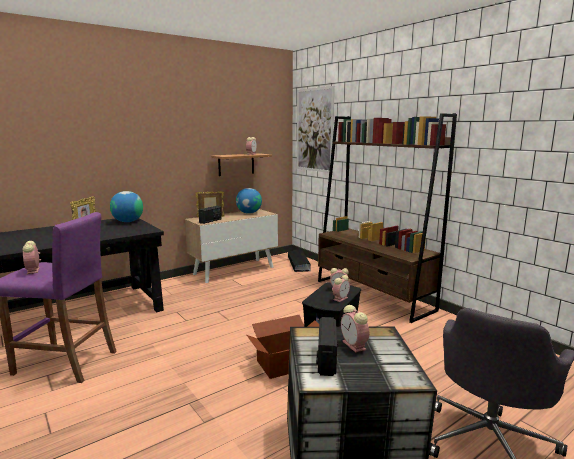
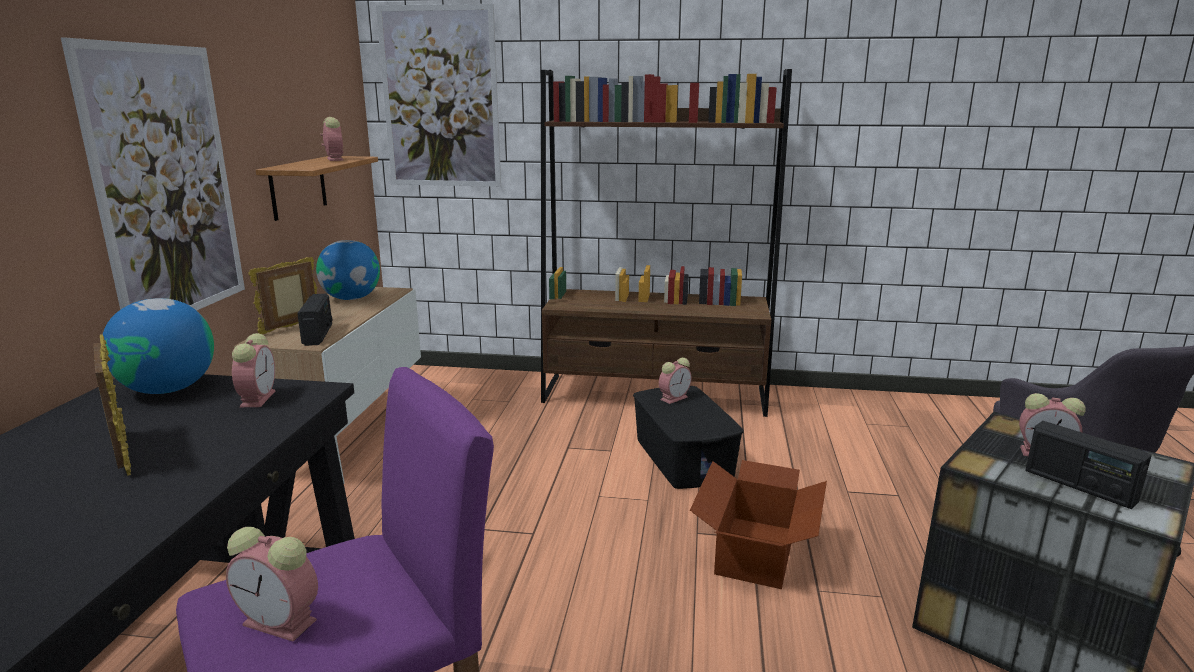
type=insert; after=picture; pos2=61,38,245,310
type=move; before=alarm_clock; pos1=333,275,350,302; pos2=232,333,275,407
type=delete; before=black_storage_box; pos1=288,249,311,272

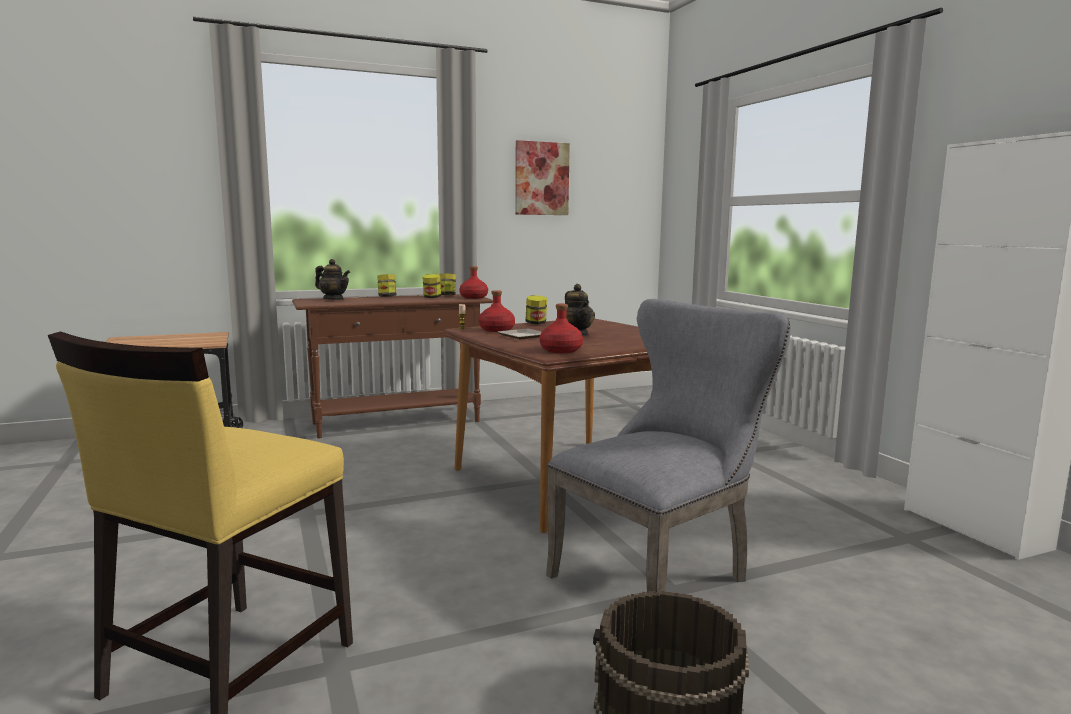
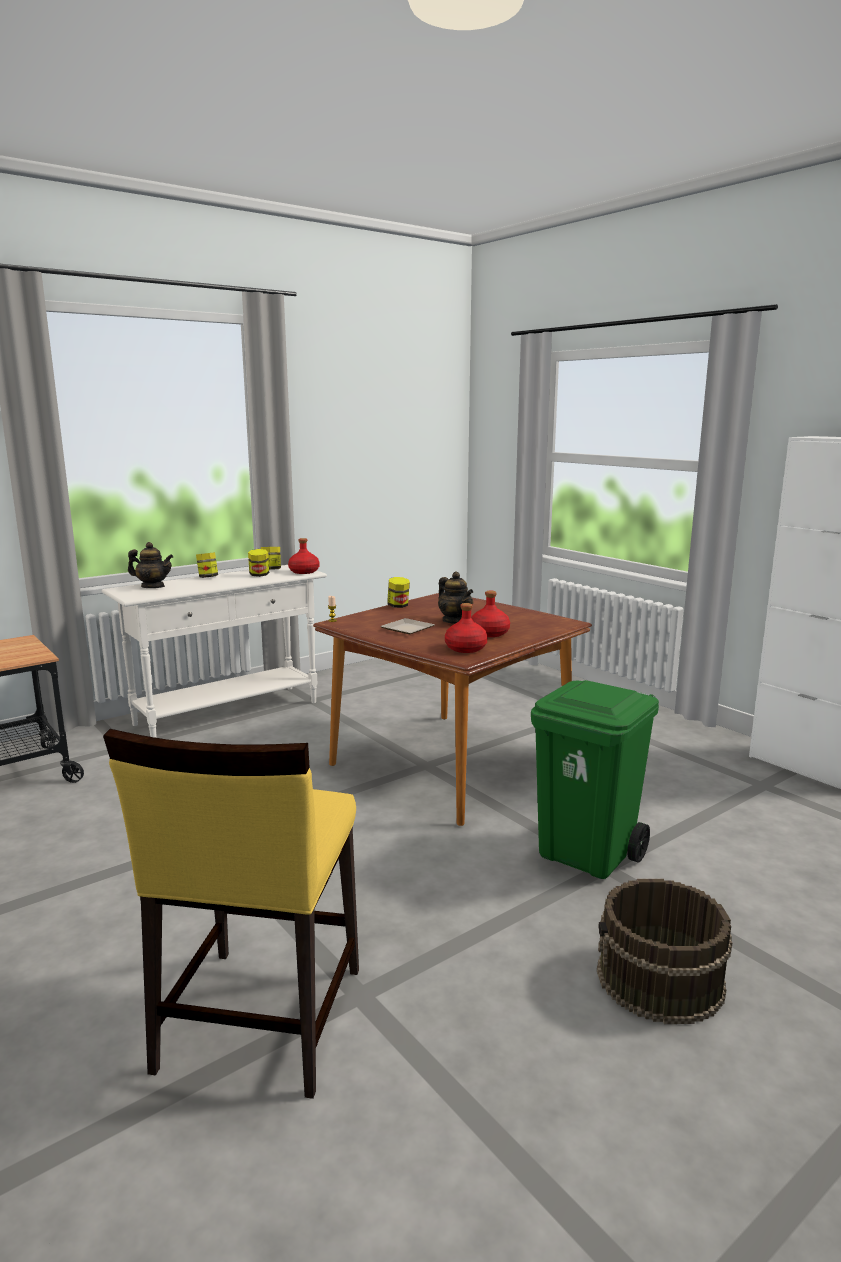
type=recolor; before=brown_console_table; after=white_console_table; pos1=292,294,493,438; pos2=102,565,327,738
type=move; before=red_bottle; pos1=479,290,515,332; pos2=471,591,510,637
type=replace; before=grey_chair; after=green_trash_can; pos1=546,299,791,593; pos2=531,680,659,879
type=delete; before=picture; pos1=515,140,570,215

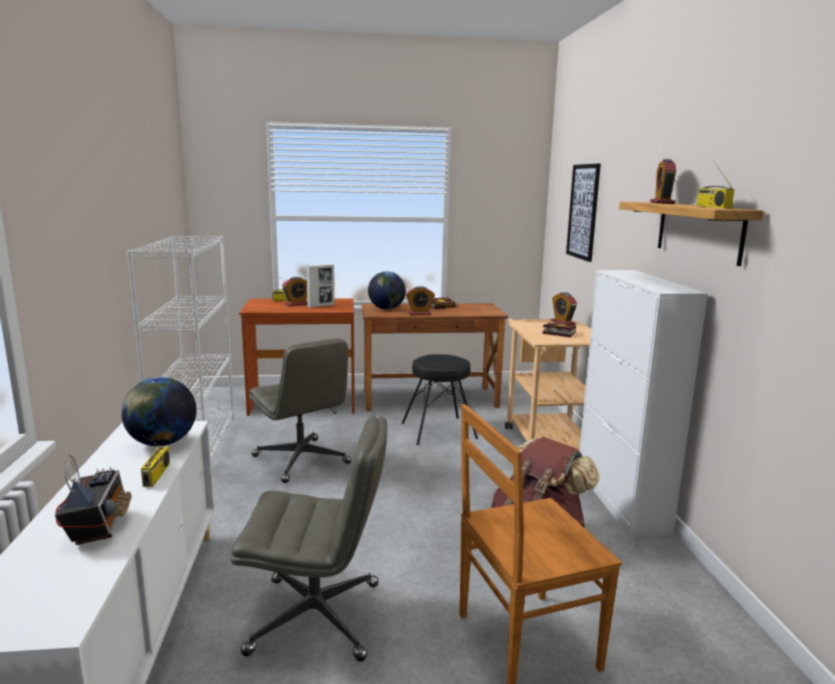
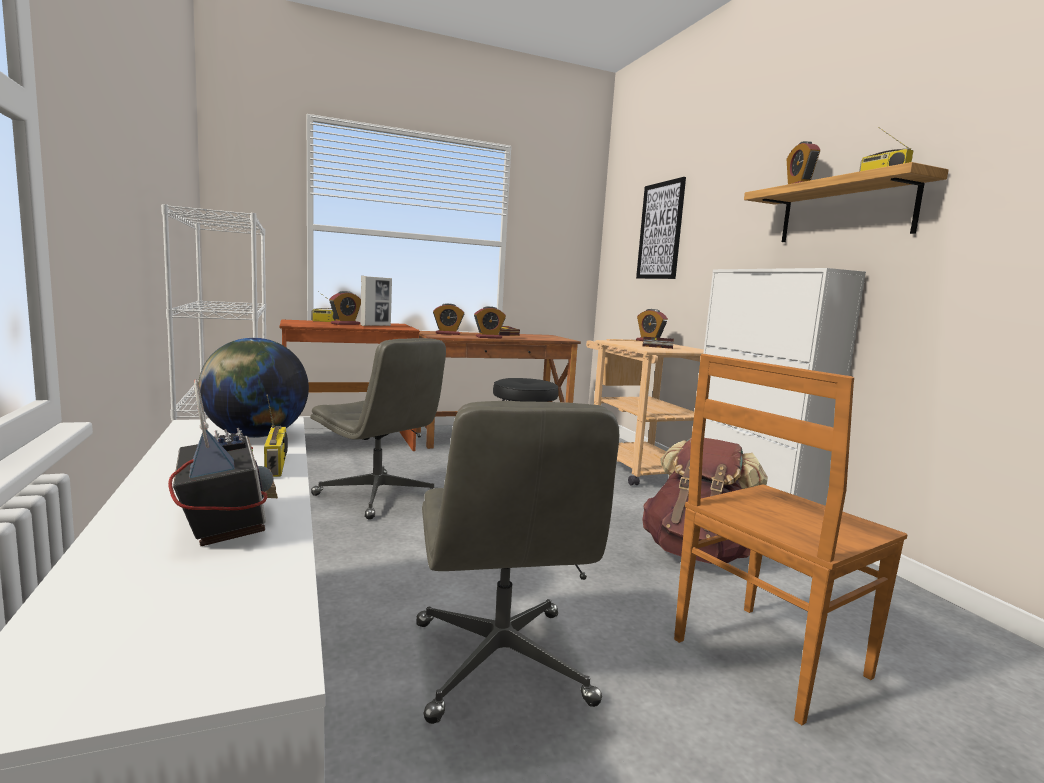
type=rotate; before=grey_office_chair; pos1=231,416,387,662; pos2=416,401,619,724; turn=90
type=replace; before=globe; after=alarm_clock; pos1=368,272,406,309; pos2=433,303,464,335

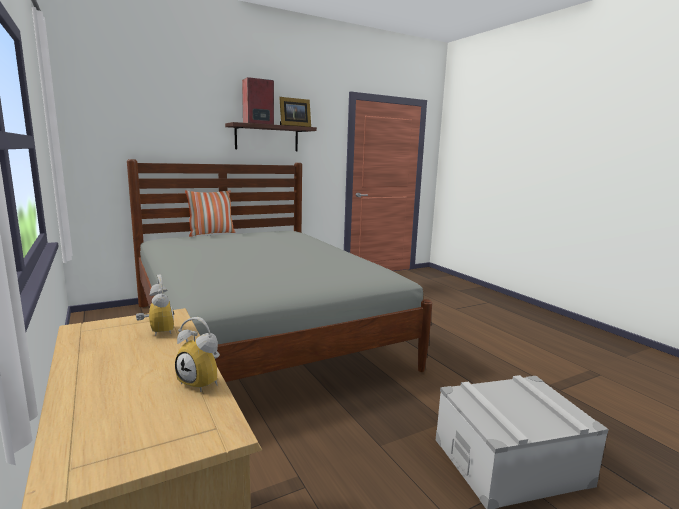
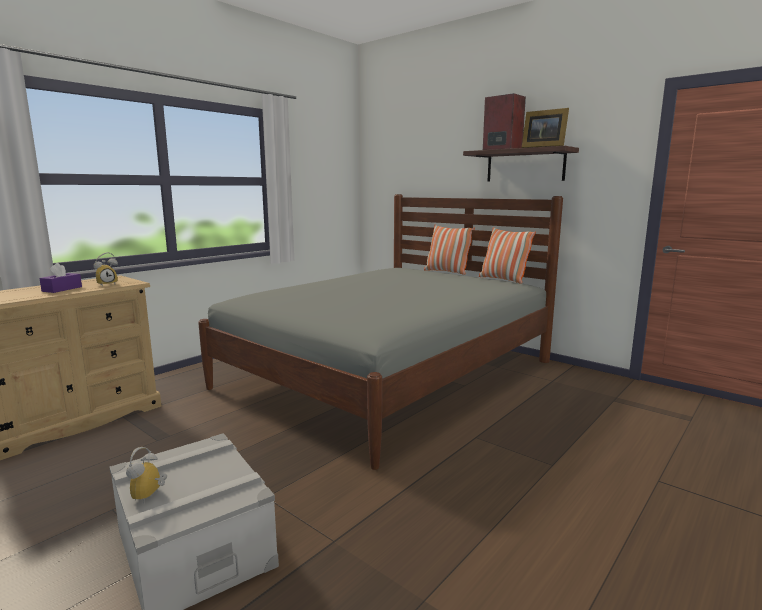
type=insert; after=purple_tissue_box; pos2=39,263,82,293
type=move; before=alarm_clock; pos1=175,317,220,392; pos2=126,447,167,504
type=insert; after=pillow; pos2=479,227,536,284

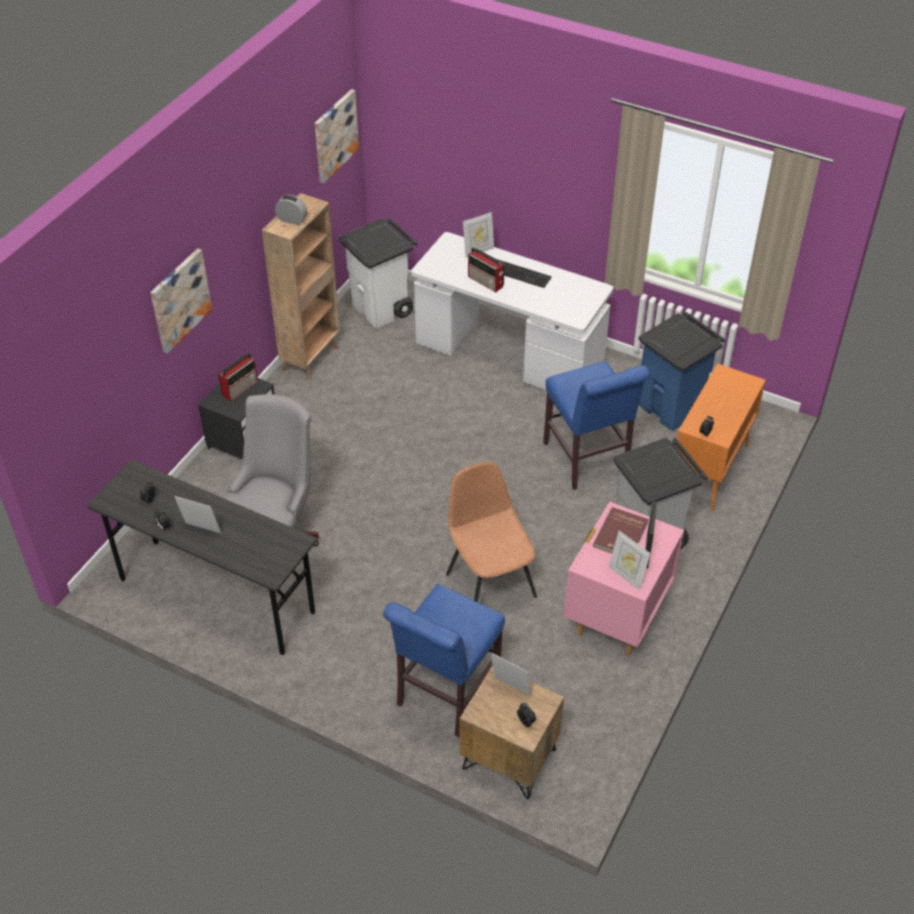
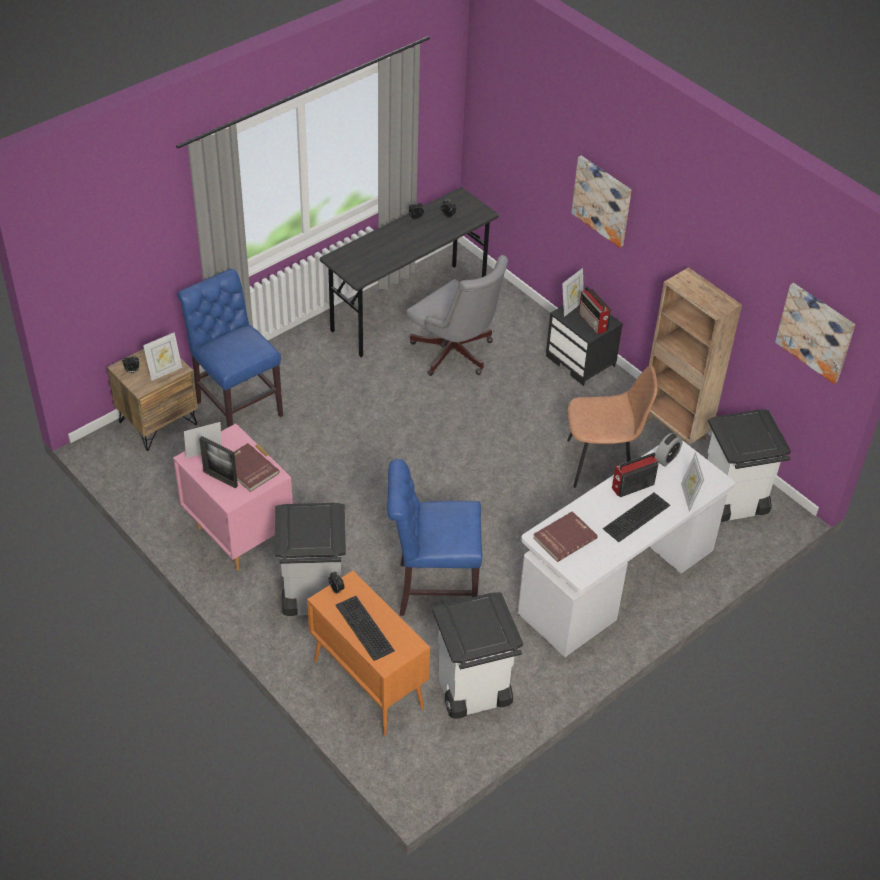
type=insert; after=keyboard; pos2=336,596,395,661
type=recolor; before=blue_trash_can; after=white_trash_can; pos1=638,312,725,431; pos2=432,592,523,719
type=insert; after=red_book; pos2=533,511,598,562
type=move; before=picture_frame; pos1=174,496,221,533; pos2=562,268,584,317
type=move; before=brown_chair; pos1=446,461,537,602; pos2=567,365,658,488
type=move; before=alarm_clock; pos1=275,195,307,225; pos2=655,433,683,467

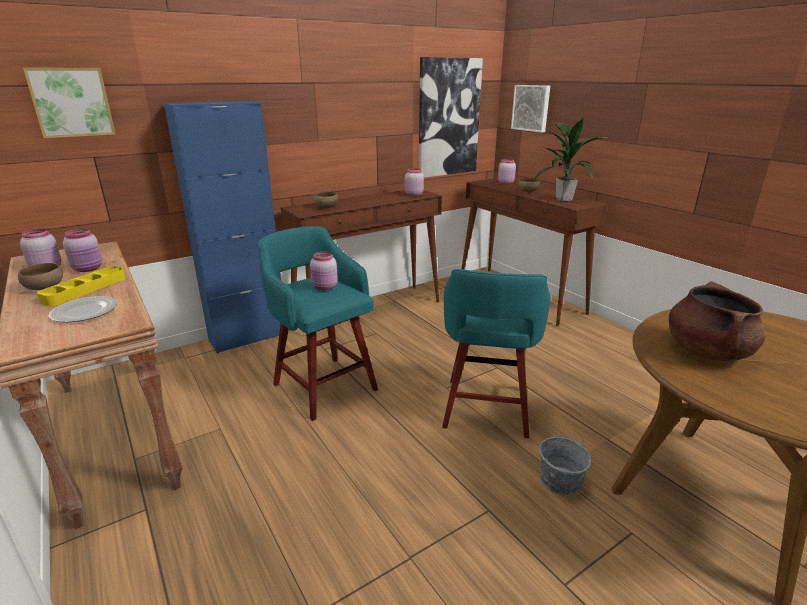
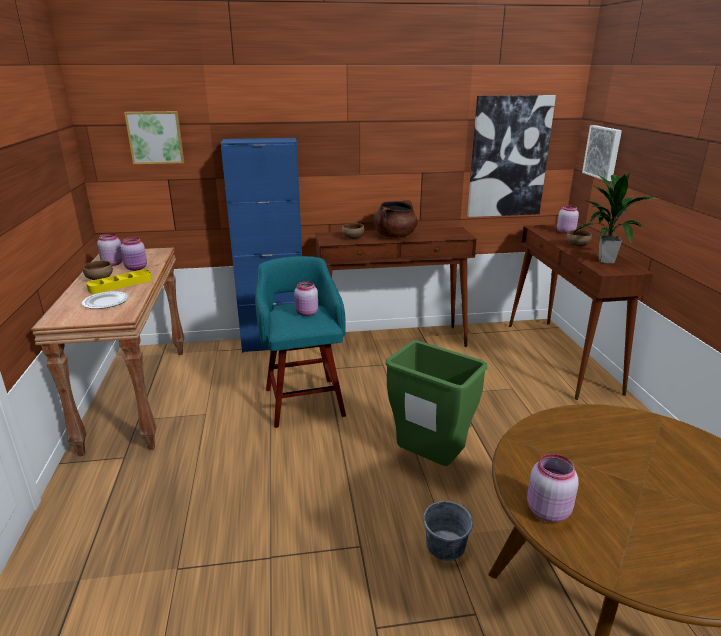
type=move; before=brown_cooking_pot; pos1=669,281,765,361; pos2=374,200,418,238
type=replace; before=turquoise_stool; after=green_trash_can; pos1=442,269,551,438; pos2=385,340,487,466
type=move; before=pink_jar; pos1=405,168,424,196; pos2=527,454,579,523

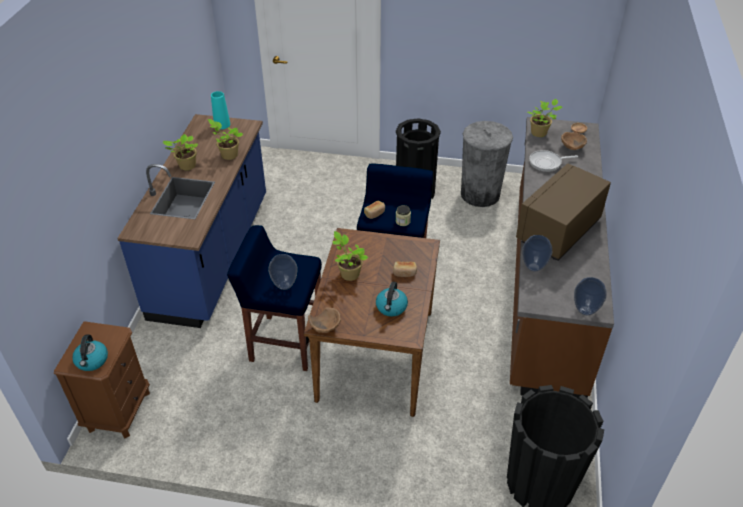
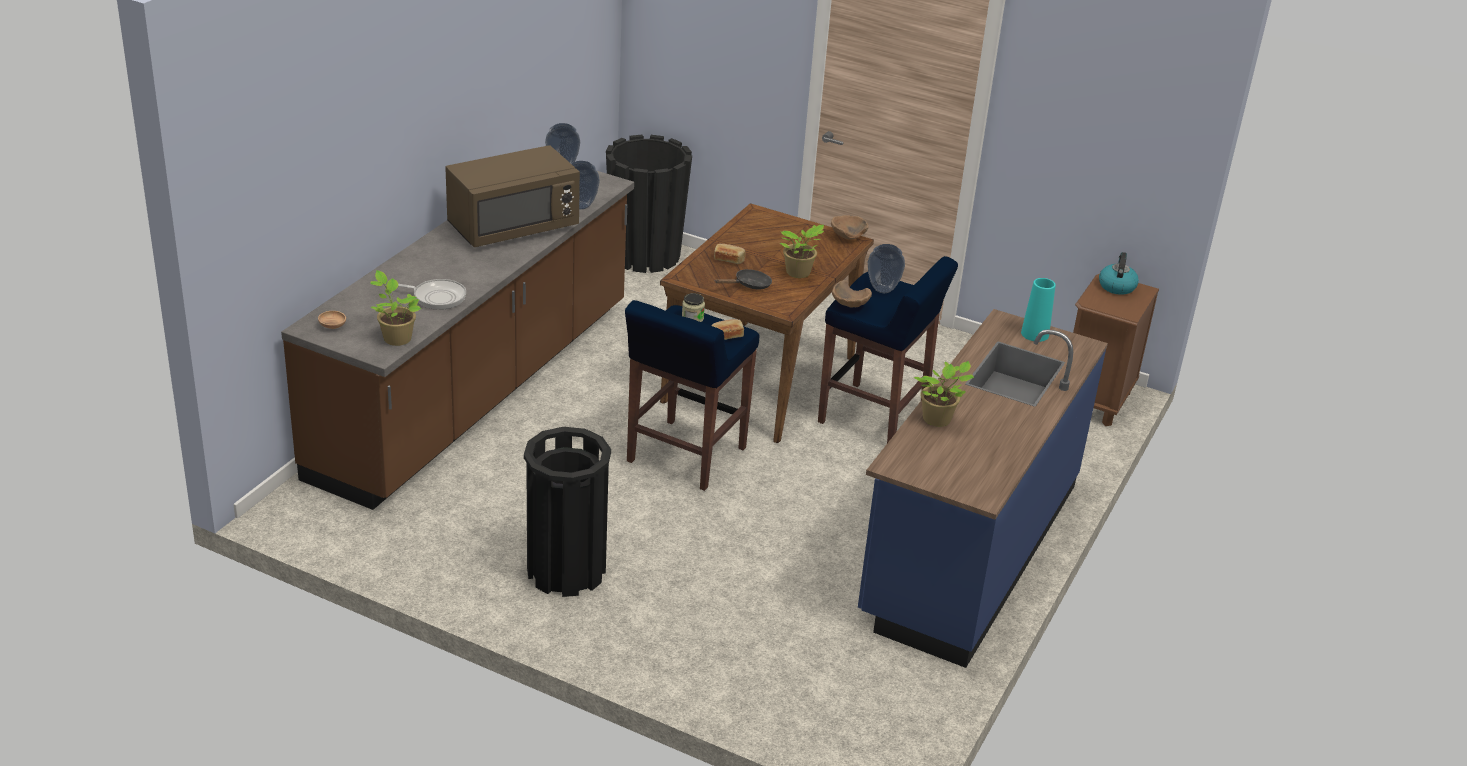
type=insert; after=black_frying_pan; pos2=714,269,772,290
type=move; before=brown_bowl; pos1=561,132,587,150; pos2=832,280,872,307
type=move; before=turquoise_vase; pos1=211,91,230,129; pos2=1021,278,1056,342
type=delete; before=potted_plant; pos1=163,134,198,170
type=delete; before=kettle; pos1=376,282,408,316
type=delete; before=grey_trash_can; pos1=461,121,513,207

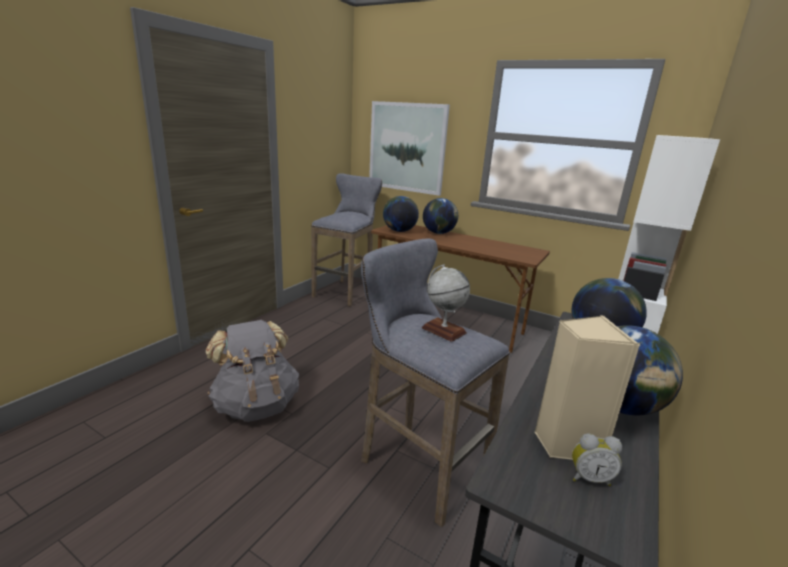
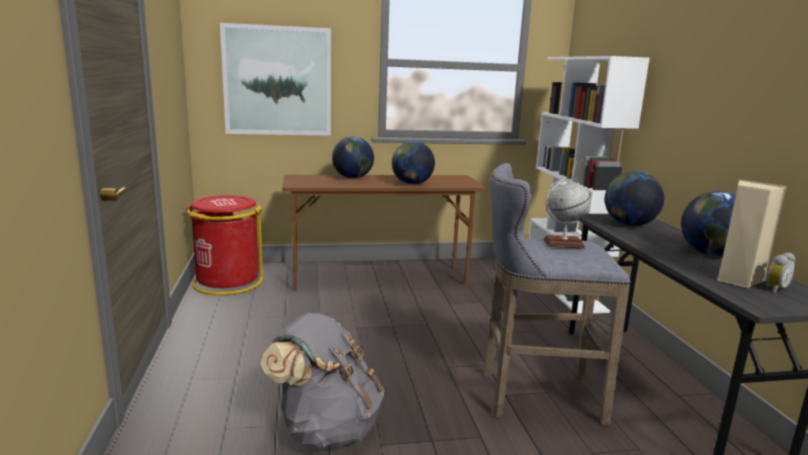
type=replace; before=grey_stool; after=red_trash_can; pos1=311,173,382,307; pos2=185,195,263,295
type=move; before=globe; pos1=383,196,419,232; pos2=392,141,435,185

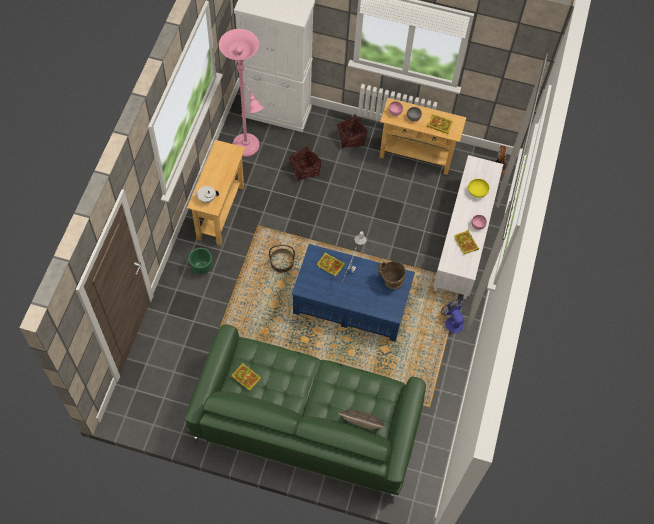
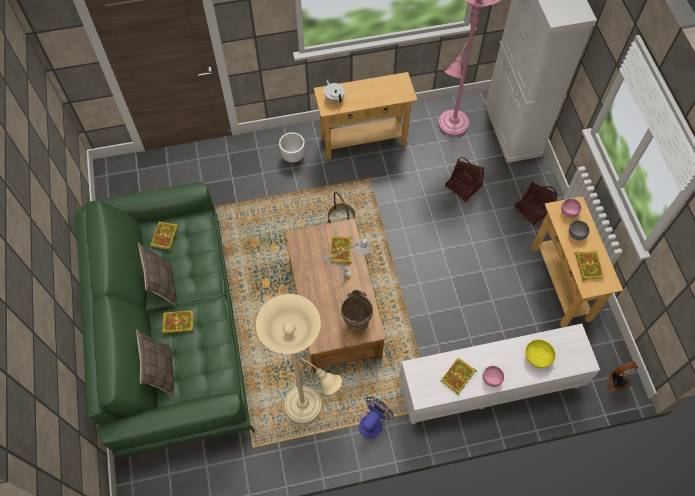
type=insert; after=pillow; pos2=138,242,177,306
type=insert; after=book; pos2=162,310,194,334
type=insert; after=beige_floor_lamp; pos2=256,294,342,424
type=recolor; before=green_planter; after=white_planter; pos1=189,248,212,274; pos2=279,132,305,163
type=recolor; before=blue_coffee_table; after=brown_coffee_table; pos1=292,244,415,342; pos2=285,218,386,373

